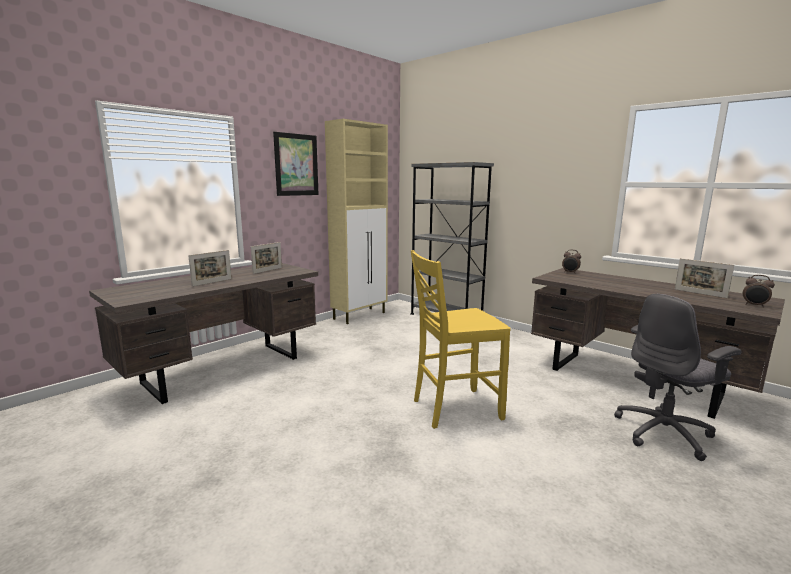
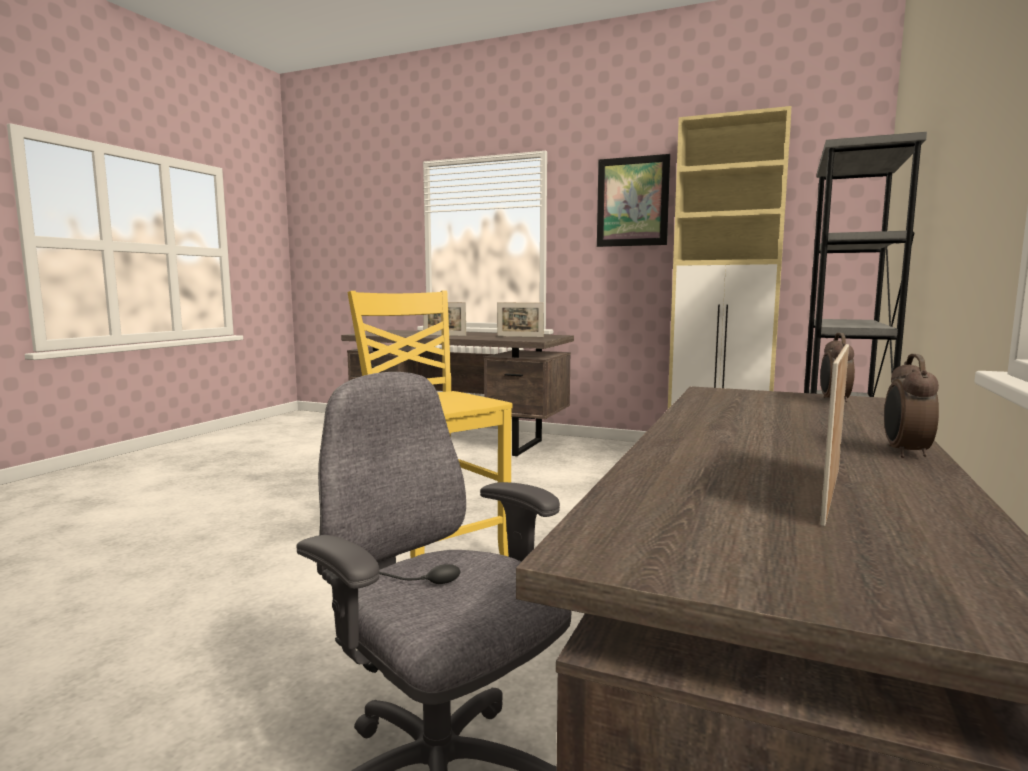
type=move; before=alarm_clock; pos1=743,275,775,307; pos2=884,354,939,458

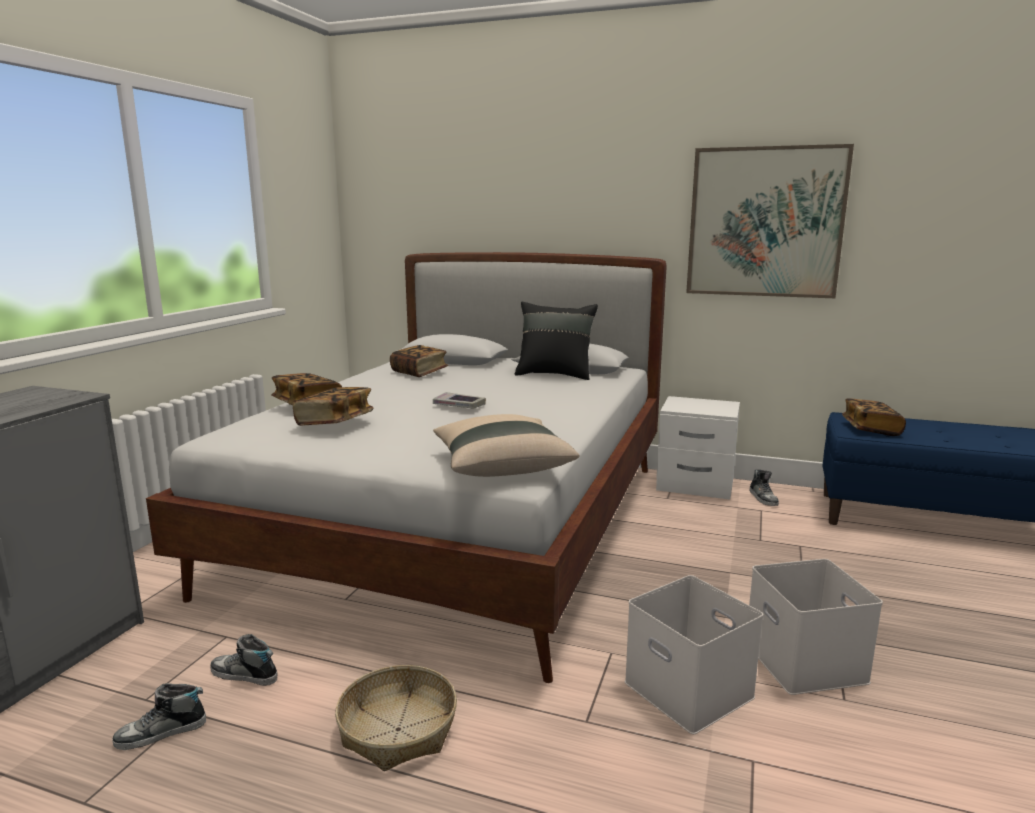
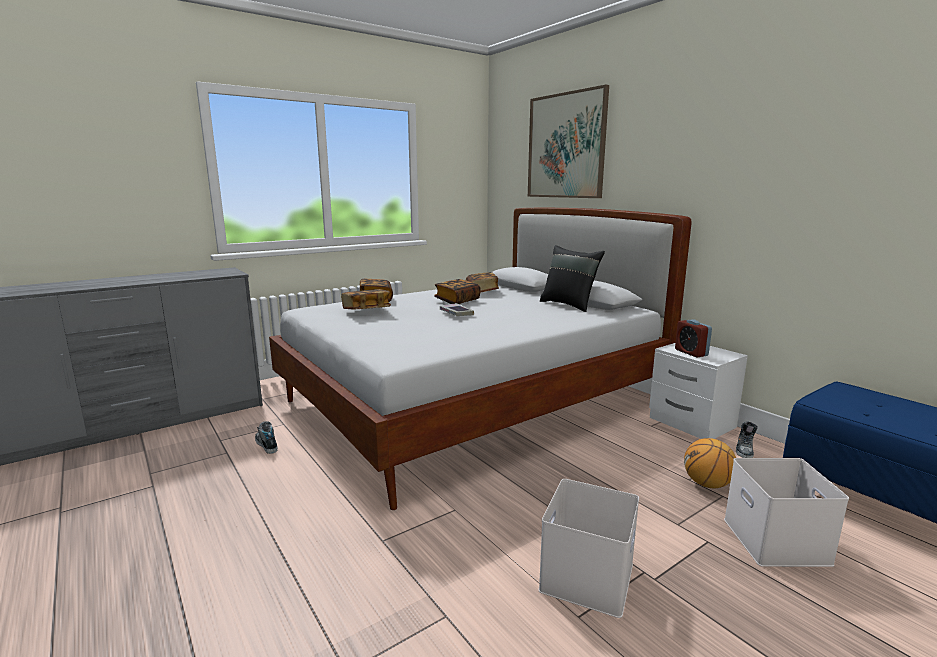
type=move; before=book; pos1=842,398,906,436; pos2=434,279,480,304
type=move; before=picture; pos1=686,144,854,298; pos2=528,85,609,198
type=insert; after=alarm_clock; pos2=675,320,712,358
type=insert; after=basketball; pos2=684,438,736,488
type=move; before=white_storage_box; pos1=625,575,763,734; pos2=724,458,849,567
type=delete; before=shoe; pos1=112,683,206,750
type=delete; before=basket; pos1=335,665,457,771
type=delete; before=beige_pillow; pos1=433,414,580,477

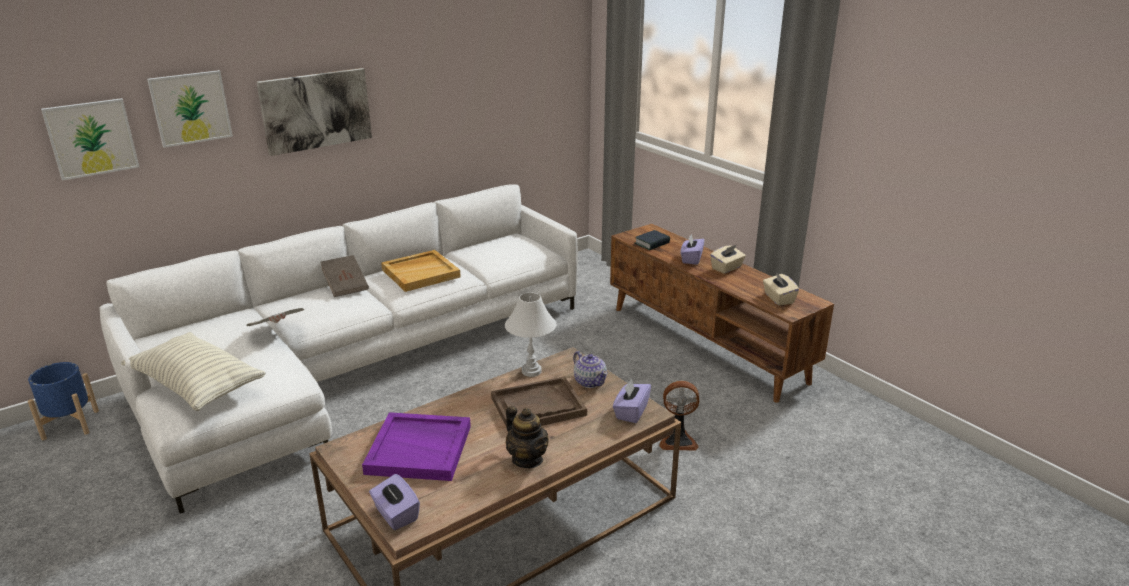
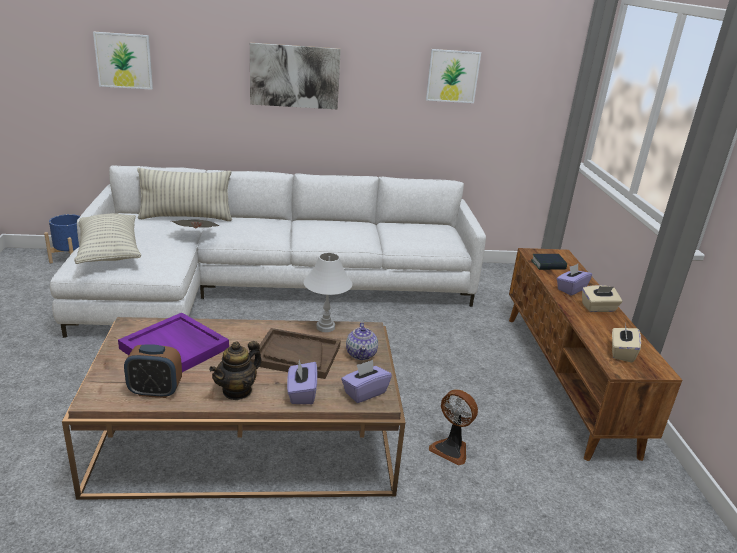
type=insert; after=alarm_clock; pos2=124,344,182,398
type=insert; after=pillow; pos2=137,168,232,221
type=rotate; before=teapot; pos1=506,406,549,468; pos2=209,341,262,400; turn=45
type=move; before=purple_tissue_box; pos1=369,474,420,530; pos2=287,360,317,404
type=move; before=picture; pos1=147,70,233,148; pos2=426,49,481,103
type=delete; before=brown_book; pos1=321,255,369,297
type=delete; before=beige_tray; pos1=381,250,461,292

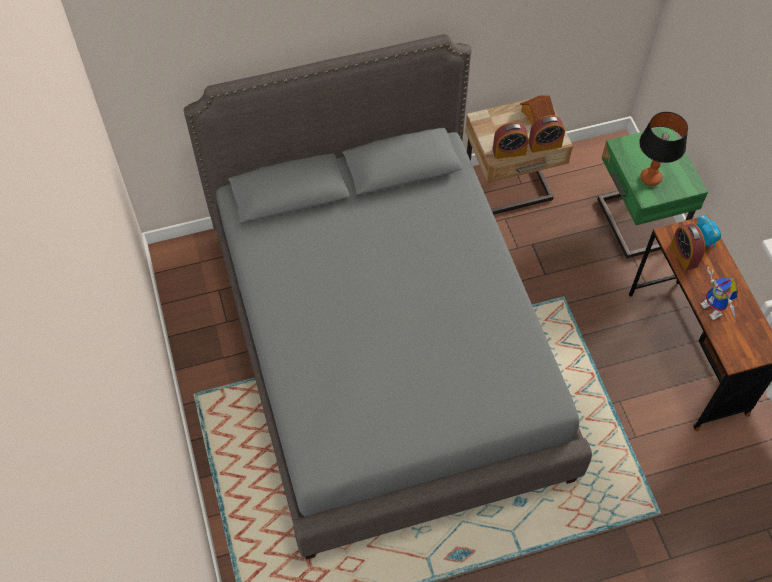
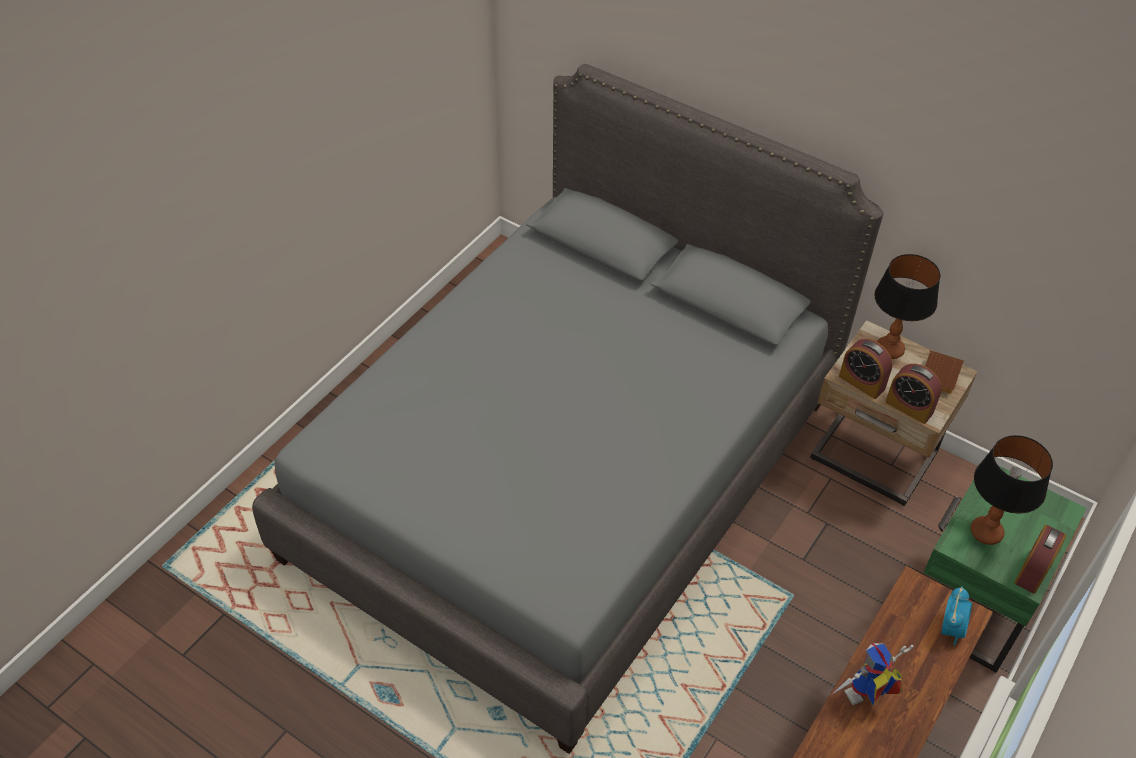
type=rotate; before=toy_robot; pos1=701,267,738,321; pos2=831,643,913,705; turn=45
type=insert; after=table_lamp; pos2=874,254,940,359
type=move; before=alarm_clock; pos1=671,224,705,271; pos2=1014,525,1066,594

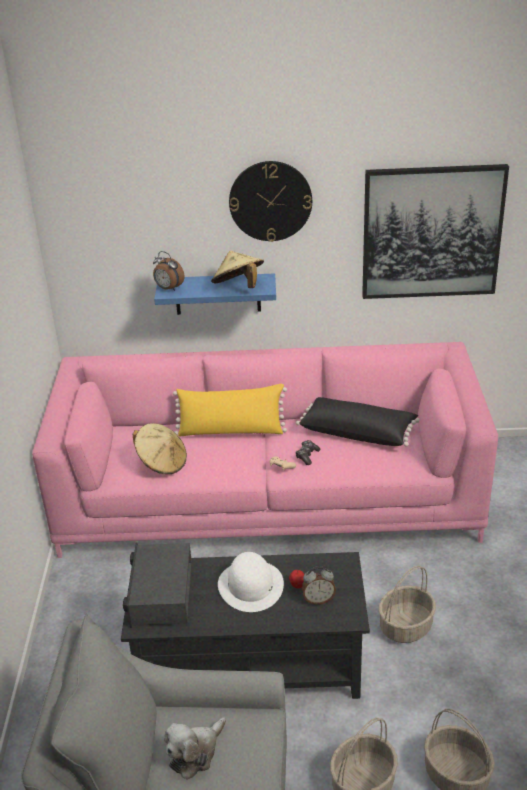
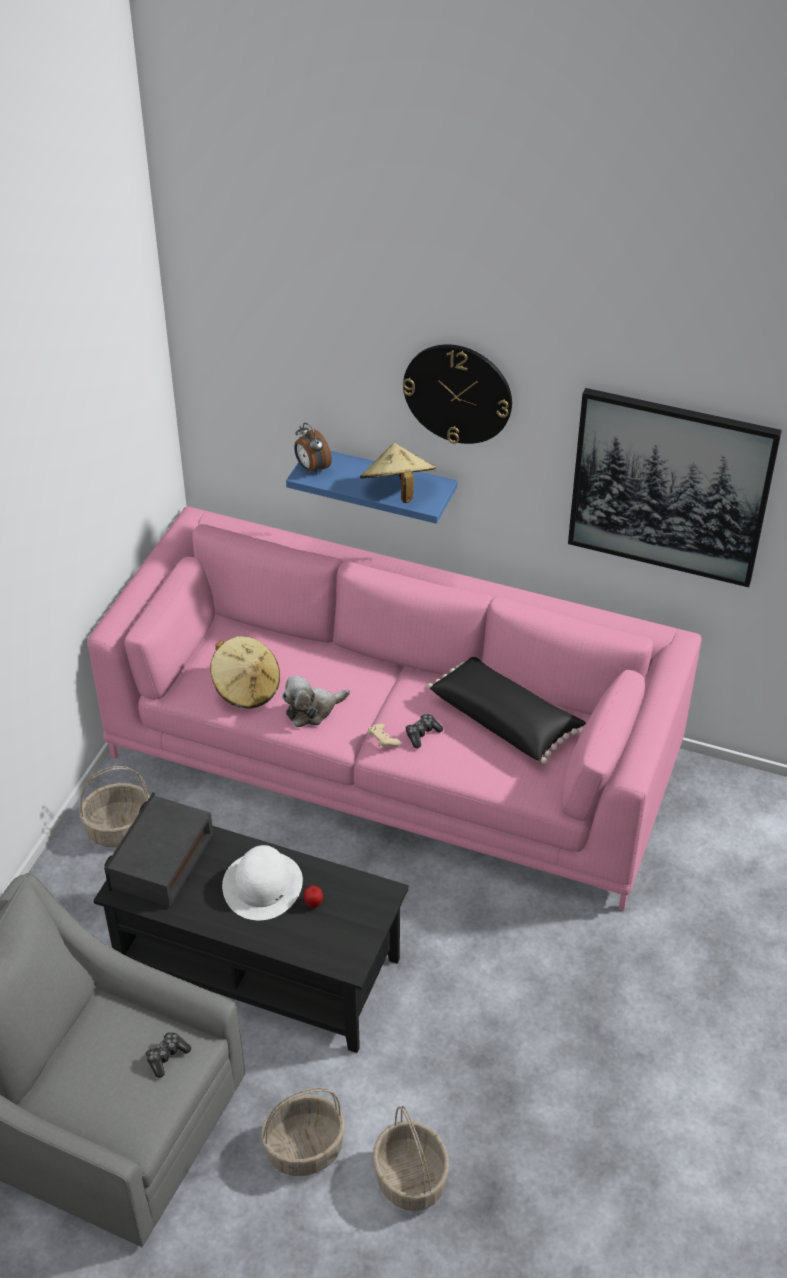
type=move; before=basket; pos1=379,566,436,643; pos2=79,766,150,847
type=insert; after=game_controller; pos2=145,1032,191,1078
type=move; before=plush_toy; pos1=164,717,226,780; pos2=282,675,350,727
type=delete; before=yellow_pillow; pos1=173,384,287,436
type=delete; before=alarm_clock; pos1=302,566,336,605

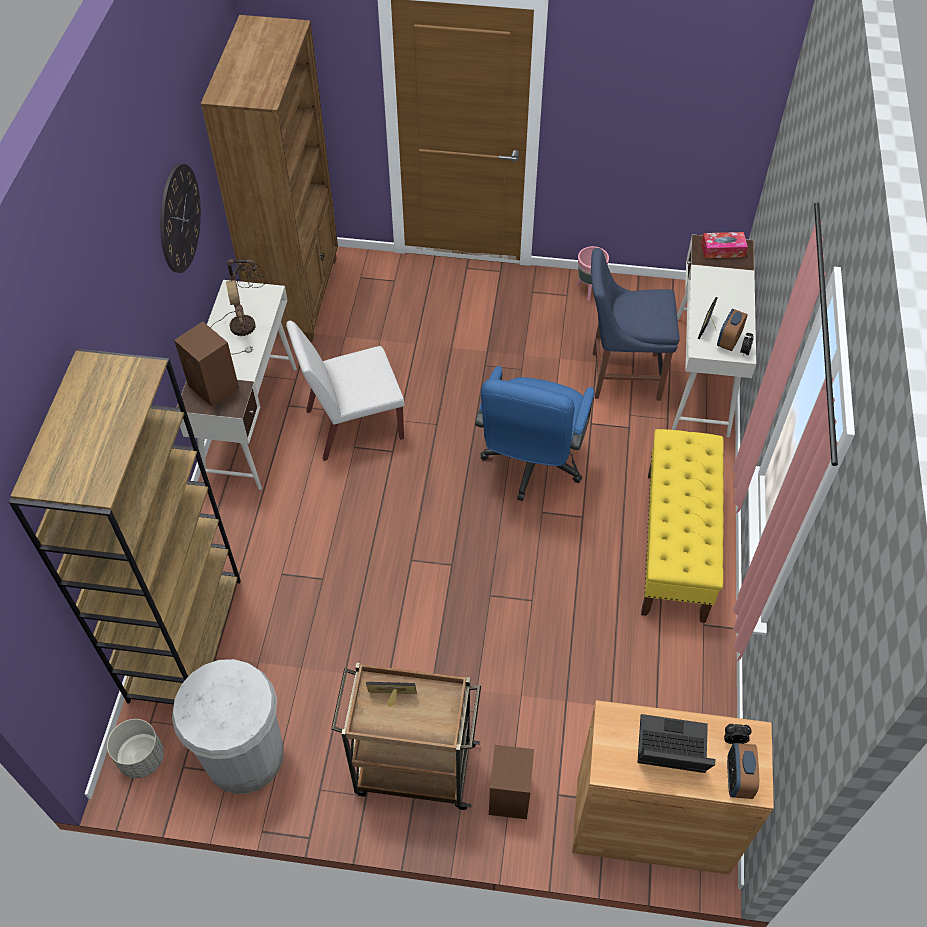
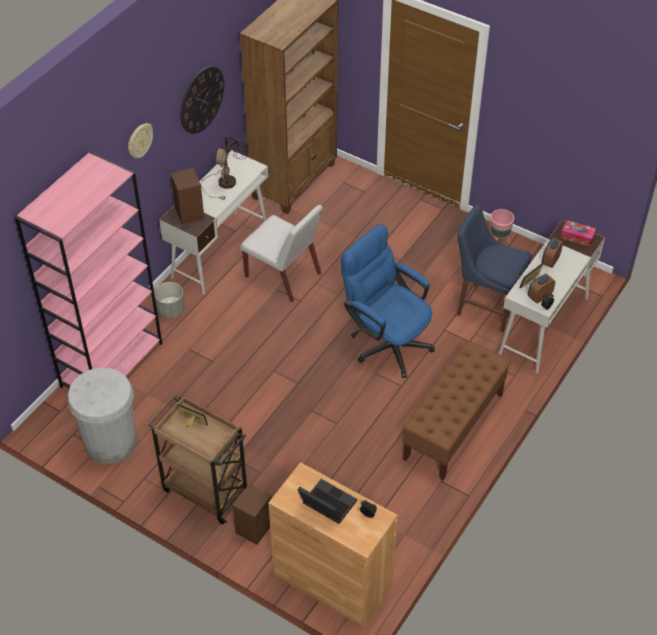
type=recolor; before=brown_bookcase; after=pink_bookcase; pos1=9,349,241,705; pos2=15,152,162,388
type=insert; after=wall_clock; pos2=128,123,153,158
type=move; before=grey_planter; pos1=107,719,164,778; pos2=154,282,185,318
type=rotate; before=white_chair; pos1=286,321,405,461; pos2=240,205,322,303; turn=-150
type=rotate; before=blue_office_chair; pos1=475,366,594,501; pos2=341,224,435,378; turn=90
type=recolor; before=yellow_bench; after=brown_bench; pos1=641,429,724,623; pos2=403,340,511,480
type=move; before=alarm_clock; pos1=727,743,759,799; pos2=542,238,563,268

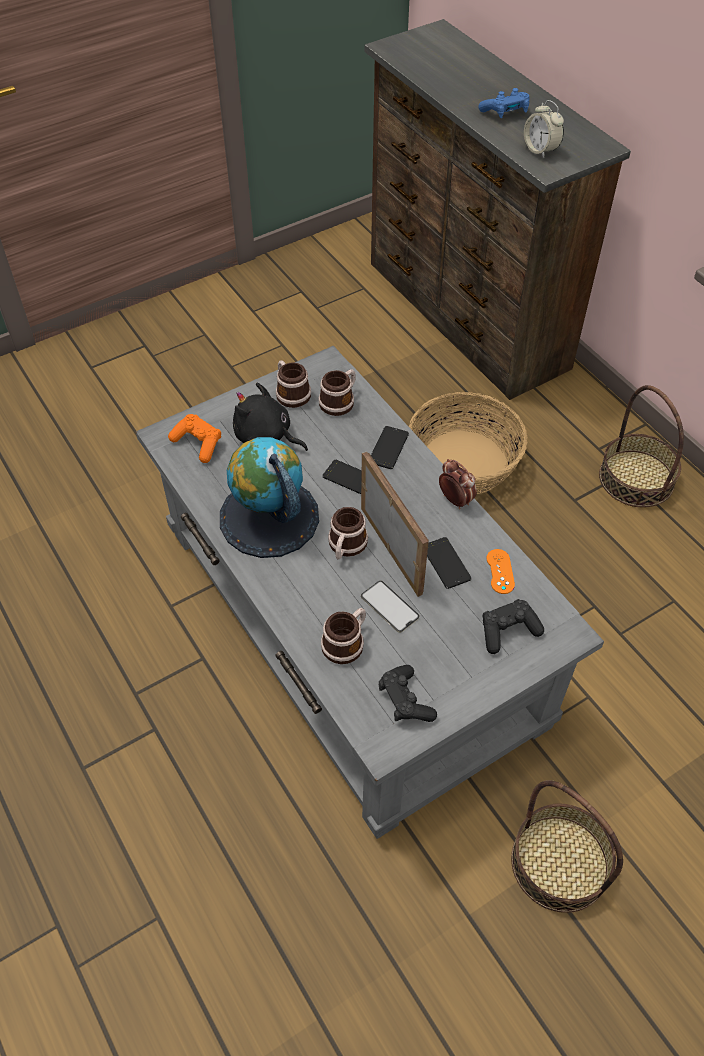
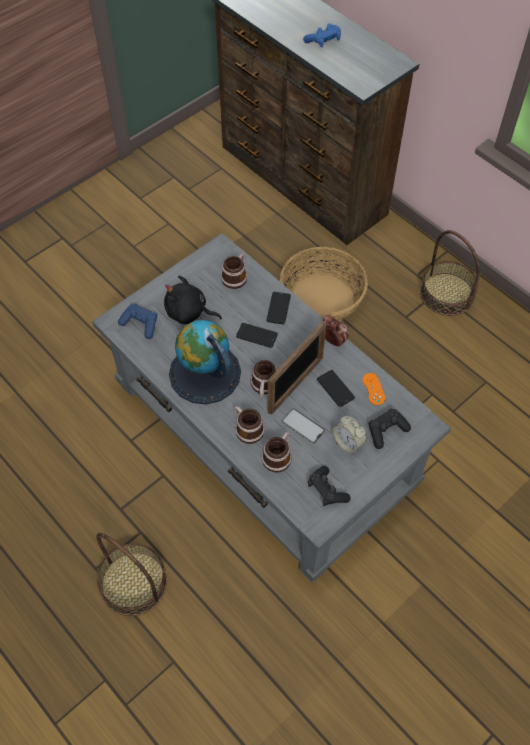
type=move; before=basket; pos1=511,780,623,913; pos2=96,532,167,616
type=recolor; before=orange_game_controller; after=blue_game_controller; pos1=168,414,221,463; pos2=118,304,157,339
type=move; before=mug; pos1=276,360,311,408; pos2=234,406,265,444
type=rotate; before=picture_frame; pos1=361,451,429,597; pos2=268,321,326,415; turn=75
type=move; before=alarm_clock; pos1=524,100,564,158; pos2=332,416,367,453

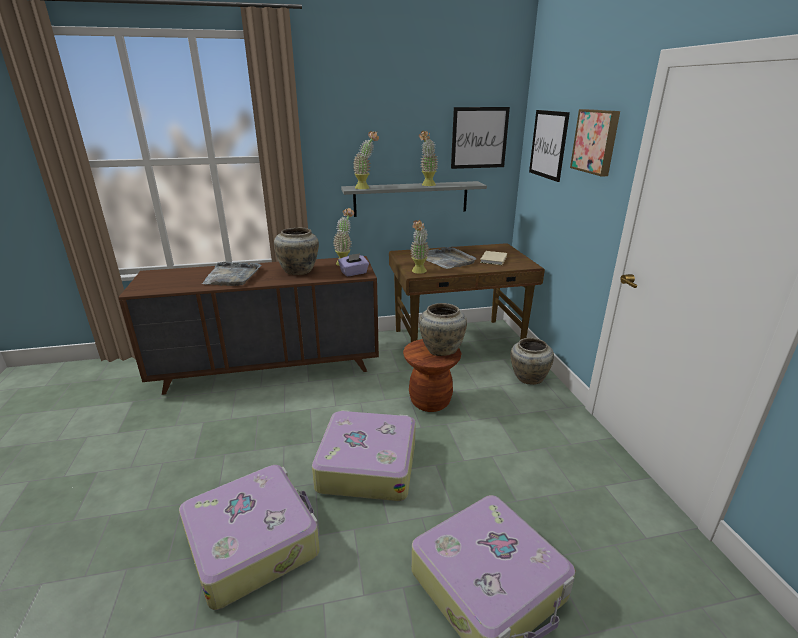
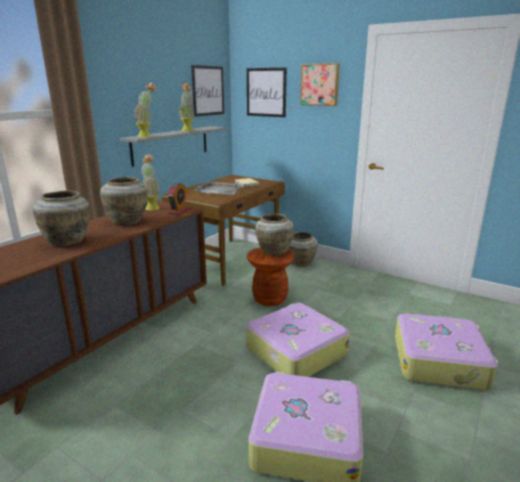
type=replace; before=grey_tray; after=beige_vase; pos1=202,261,261,286; pos2=33,191,90,246
type=replace; before=purple_tissue_box; after=alarm_clock; pos1=338,253,369,276; pos2=167,183,189,215
type=delete; before=potted_plant; pos1=410,220,429,274

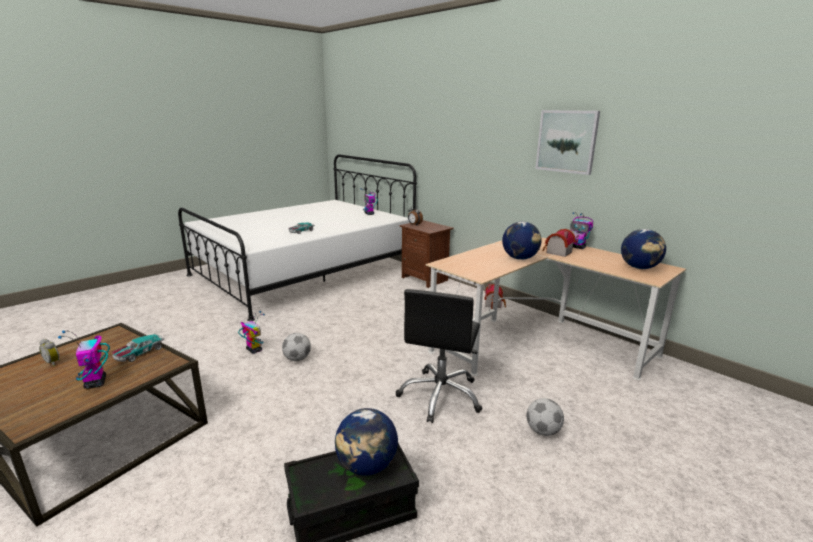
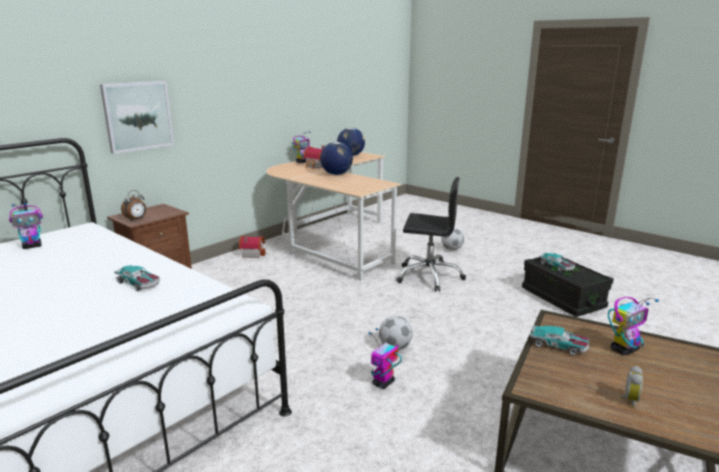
type=move; before=picture; pos1=535,110,600,175; pos2=100,81,174,154
type=replace; before=globe; after=toy_car; pos1=335,408,398,476; pos2=539,253,575,272

